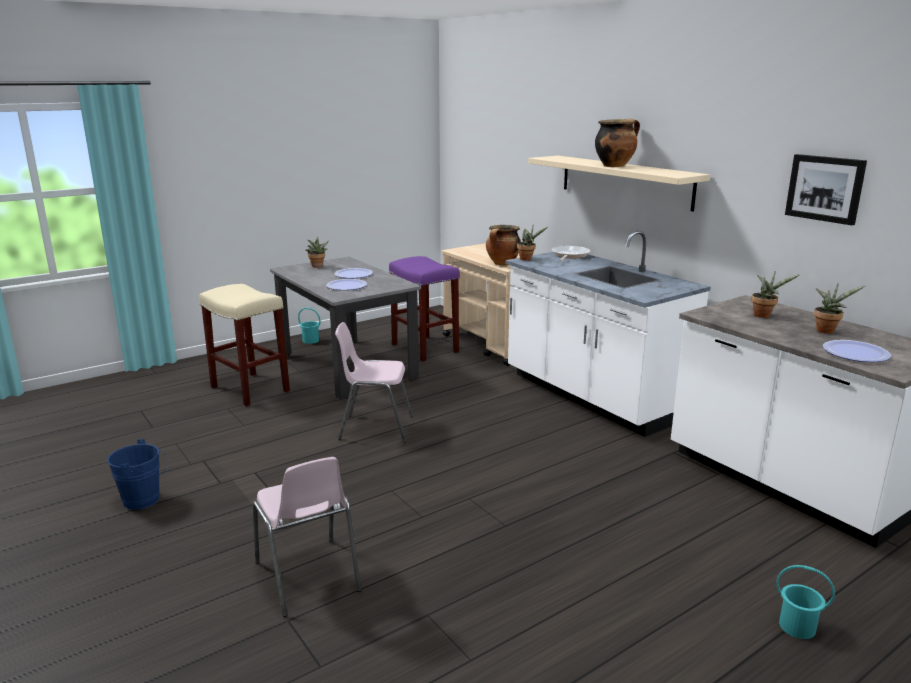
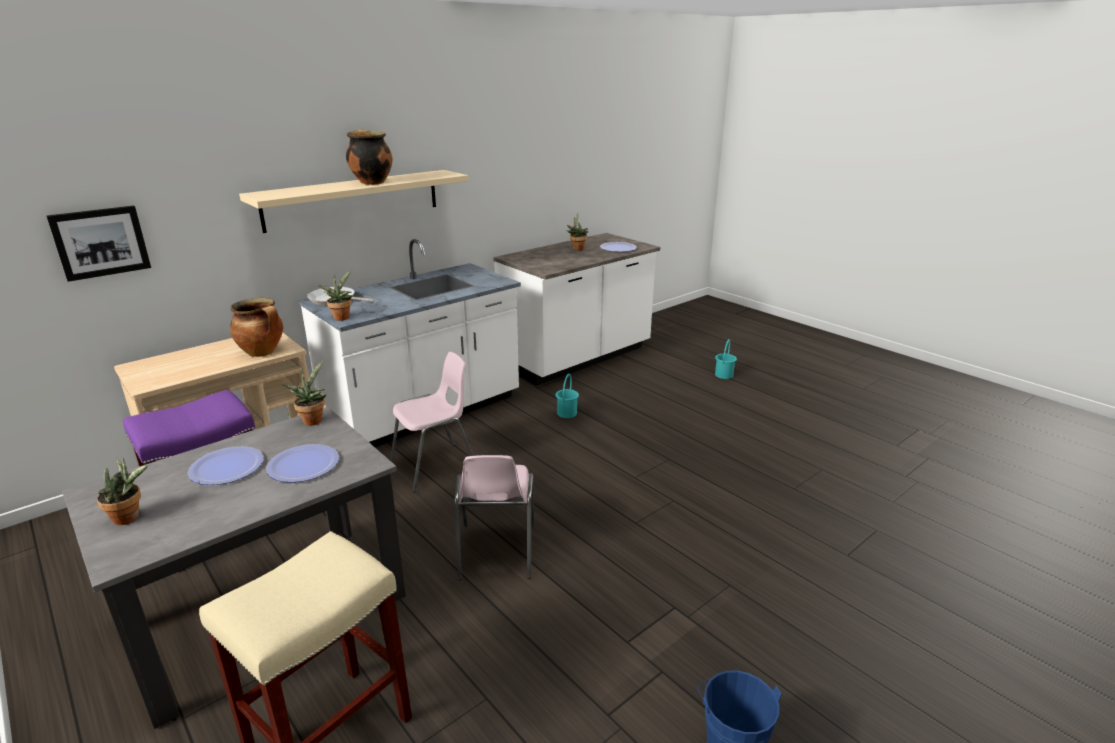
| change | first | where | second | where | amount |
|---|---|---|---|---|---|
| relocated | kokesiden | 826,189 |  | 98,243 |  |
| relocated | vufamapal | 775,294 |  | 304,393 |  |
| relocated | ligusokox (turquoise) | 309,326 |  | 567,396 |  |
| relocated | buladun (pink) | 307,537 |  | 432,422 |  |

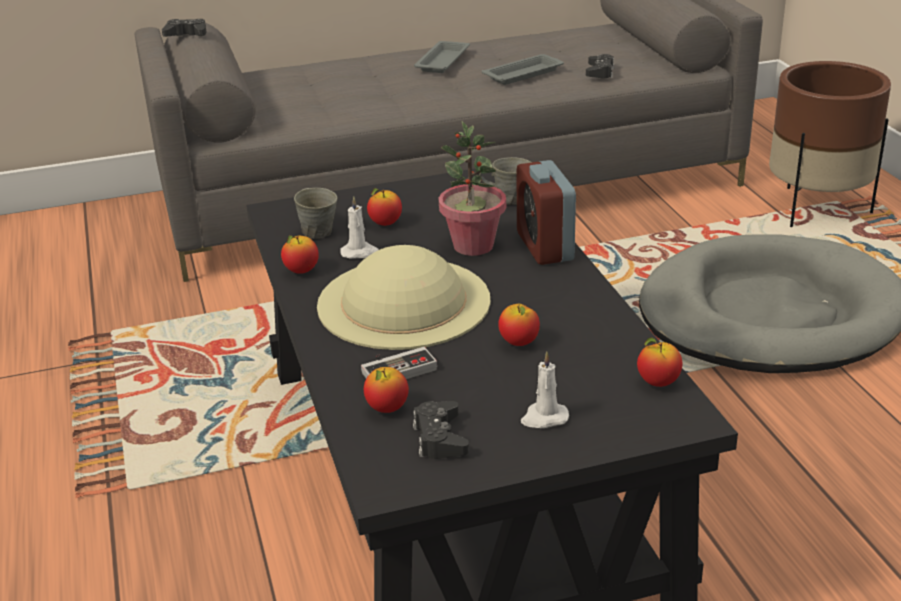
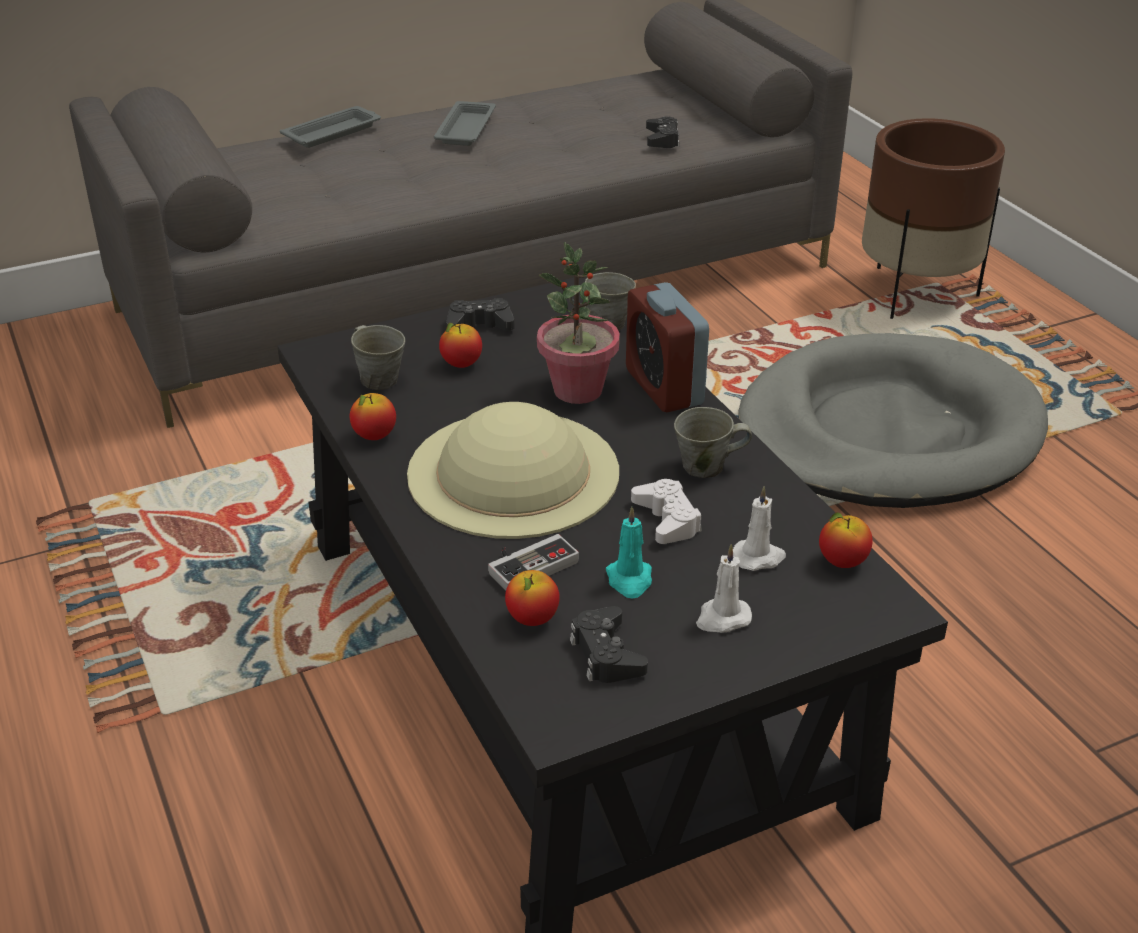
| change | first | where | second | where | amount |
|---|---|---|---|---|---|
| relocated | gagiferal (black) | 184,28 |  | 480,314 |  |
| relocated | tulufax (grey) | 523,69 |  | 330,127 |  |
| relocated | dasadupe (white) | 359,227 |  | 759,528 |  |
| exchanged | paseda | 519,325 | gagiferal (white) | 666,511 |  |
| appeared |  |  | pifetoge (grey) | 713,442 |  |
| appeared |  |  | dasadupe (turquoise) | 629,553 |  |

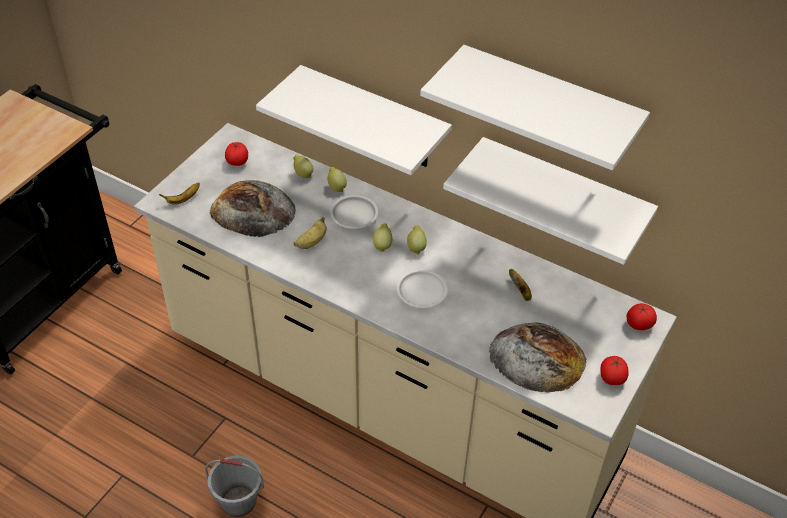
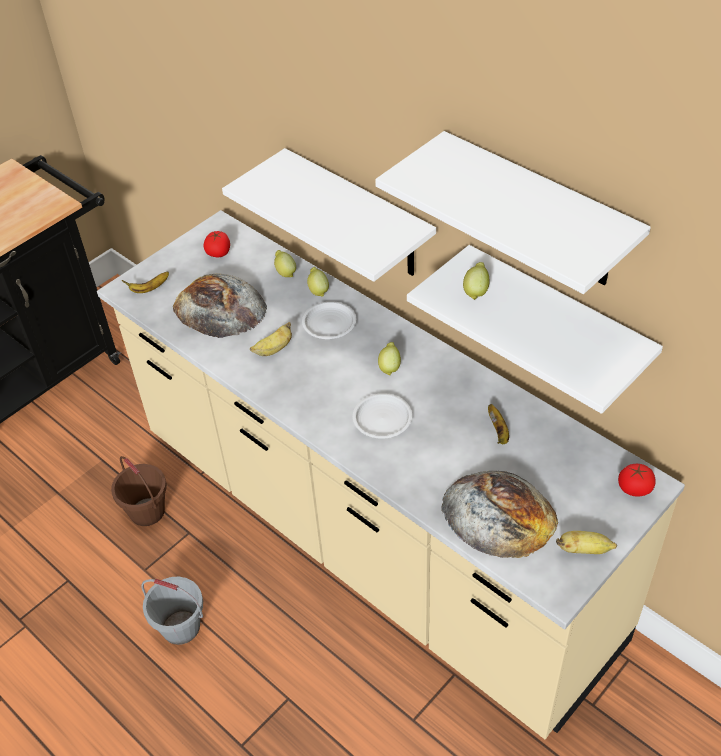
| change | first | where | second | where | amount |
|---|---|---|---|---|---|
| relocated | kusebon | 383,237 |  | 476,281 |  |
| exchanged | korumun | 615,370 | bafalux | 586,542 |  |
| appeared |  |  | ligusokox (brown) | 139,491 |  |

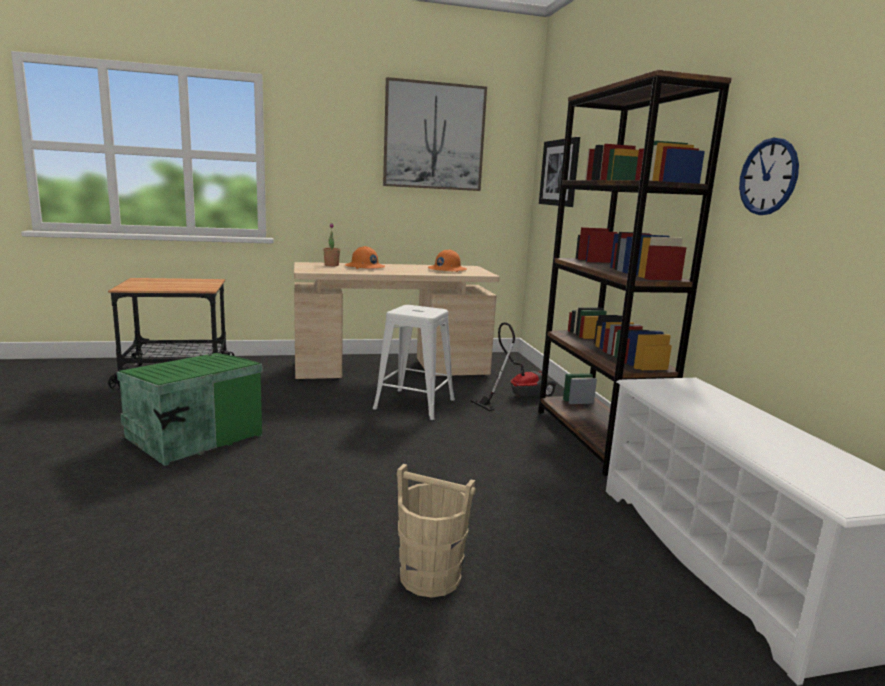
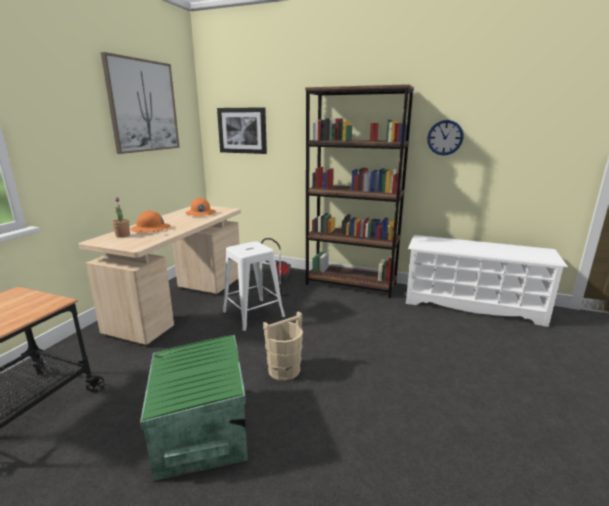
| change | first | where | second | where | amount |
|---|---|---|---|---|---|
| relocated | ligusokox (beige) | 436,530 |  | 283,346 |  |

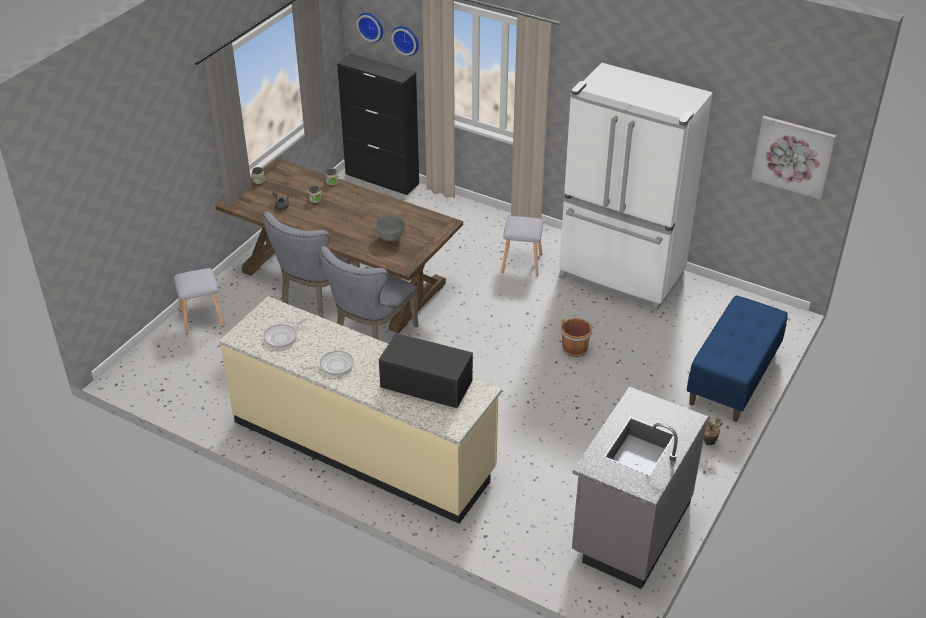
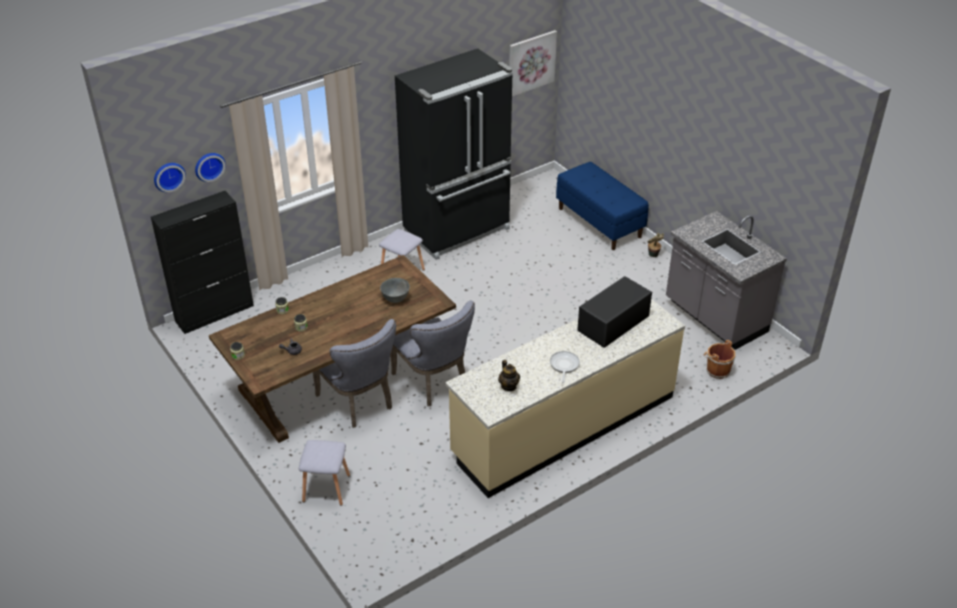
| change | first | where | second | where | amount |
|---|---|---|---|---|---|
| colour | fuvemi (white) | 636,187 | fuvemi (black) | 454,154 |  |
| exchanged | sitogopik | 286,333 | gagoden | 509,375 |  |
| relocated | ligusokox (brown) | 577,337 |  | 719,359 |  |

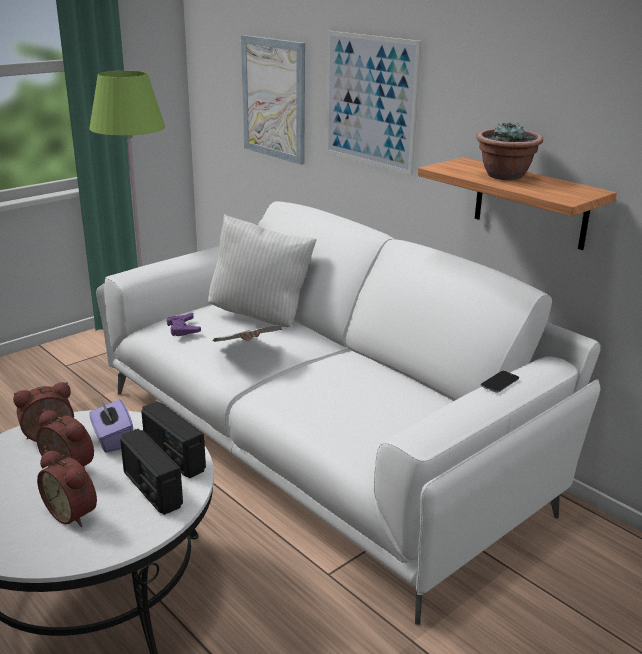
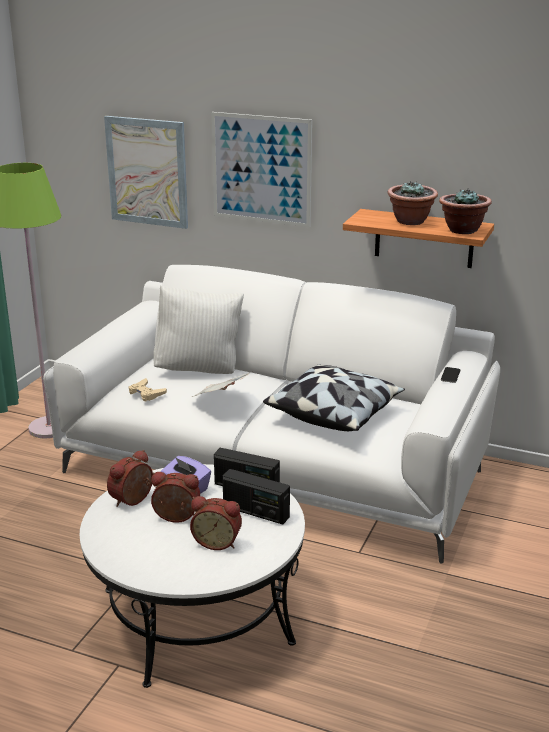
| change | first | where | second | where | amount |
|---|---|---|---|---|---|
| colour | gagiferal (purple) | 183,324 | gagiferal (beige) | 147,389 |  |
| appeared |  |  | vufamapal | 465,211 |  |
| appeared |  |  | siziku | 334,398 |  |

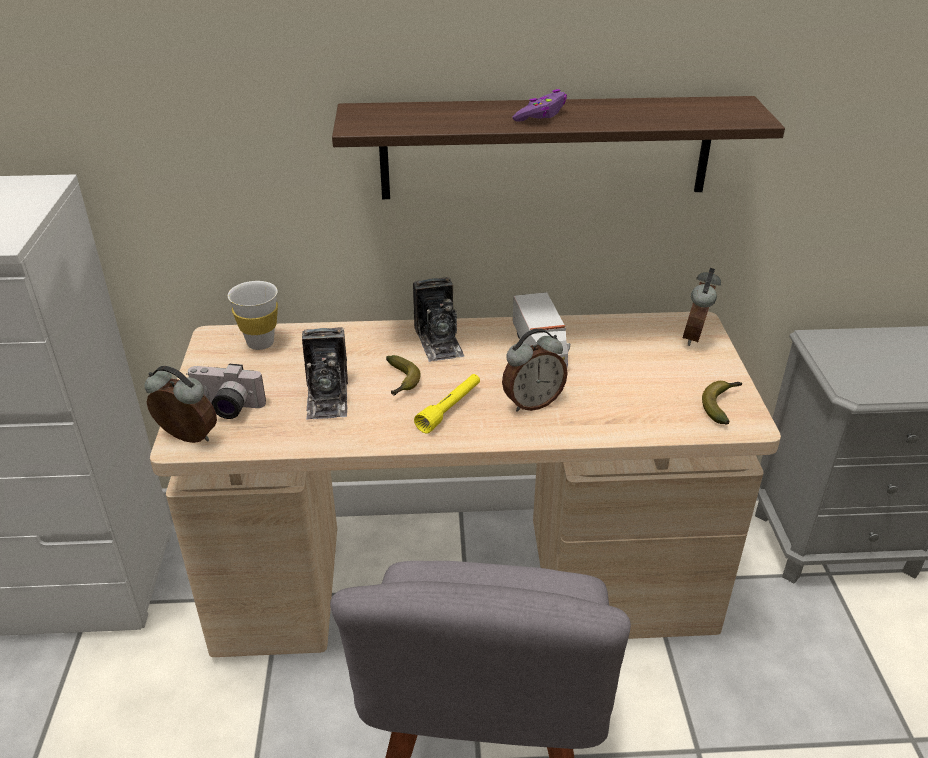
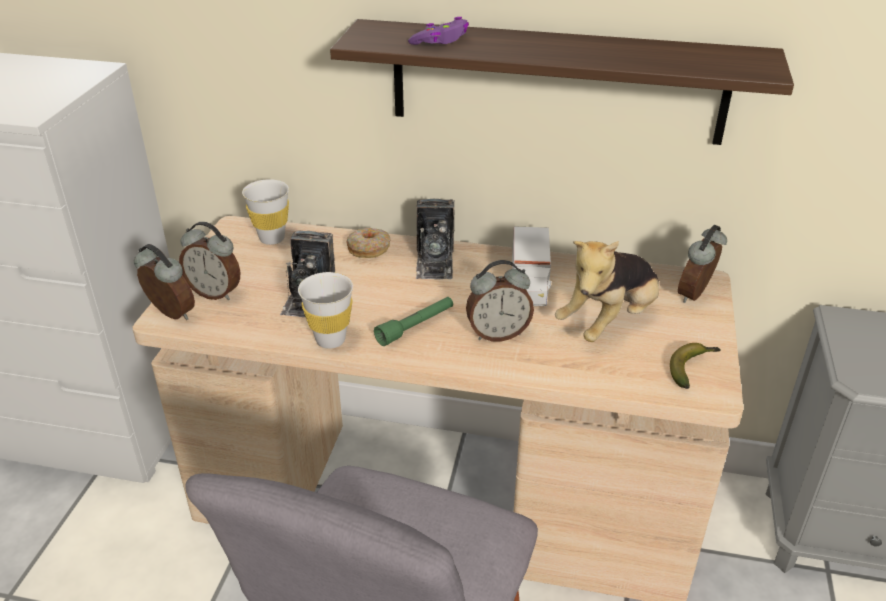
| change | first | where | second | where | amount |
|---|---|---|---|---|---|
| relocated | gagiferal (purple) | 539,105 |  | 438,31 |  |
| missing | bafalux | 403,375 |  |  |  |
| exchanged | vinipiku | 226,391 | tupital | 210,261 |  |
| colour | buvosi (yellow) | 447,403 | buvosi (green) | 413,321 |  |
| appeared |  |  | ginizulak | 368,243 |  |
| appeared |  |  | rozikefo | 607,291 |  |
| appeared |  |  | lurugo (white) | 325,310 |  |

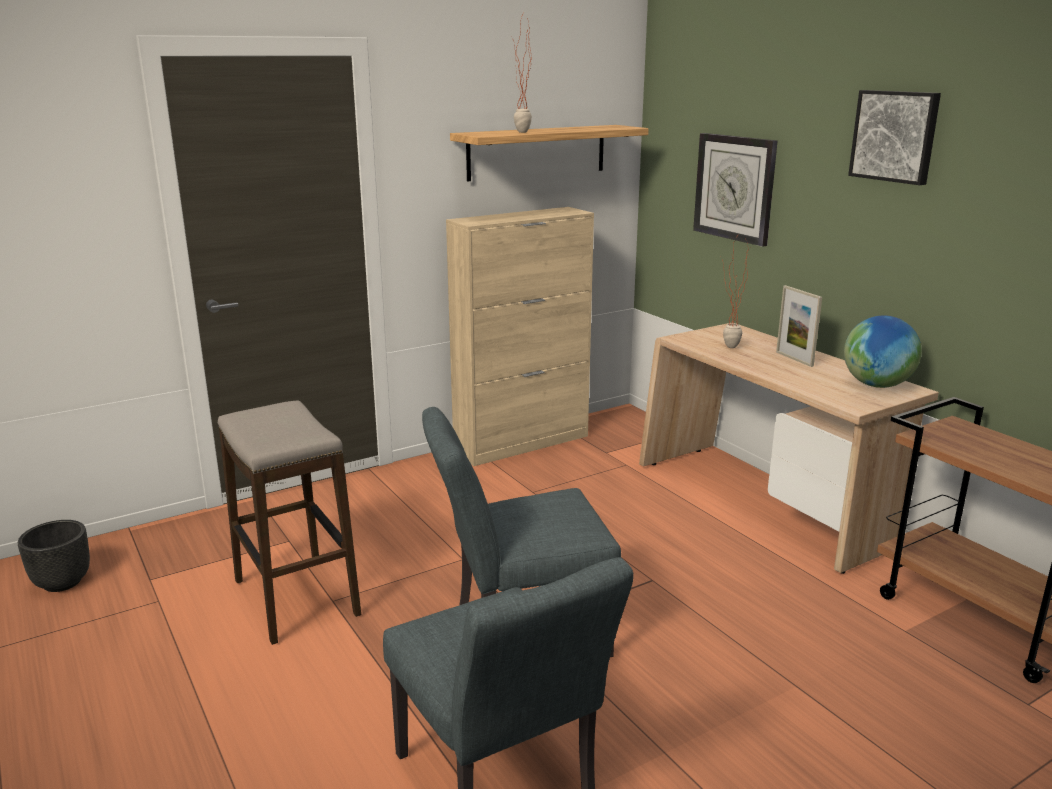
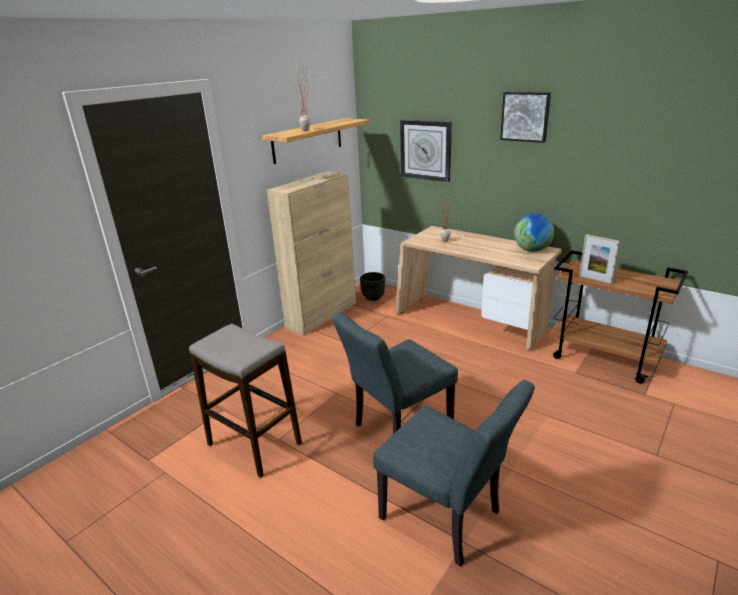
| change | first | where | second | where | amount |
|---|---|---|---|---|---|
| relocated | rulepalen | 799,326 |  | 599,259 |  |
| relocated | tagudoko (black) | 54,556 |  | 372,286 |  |

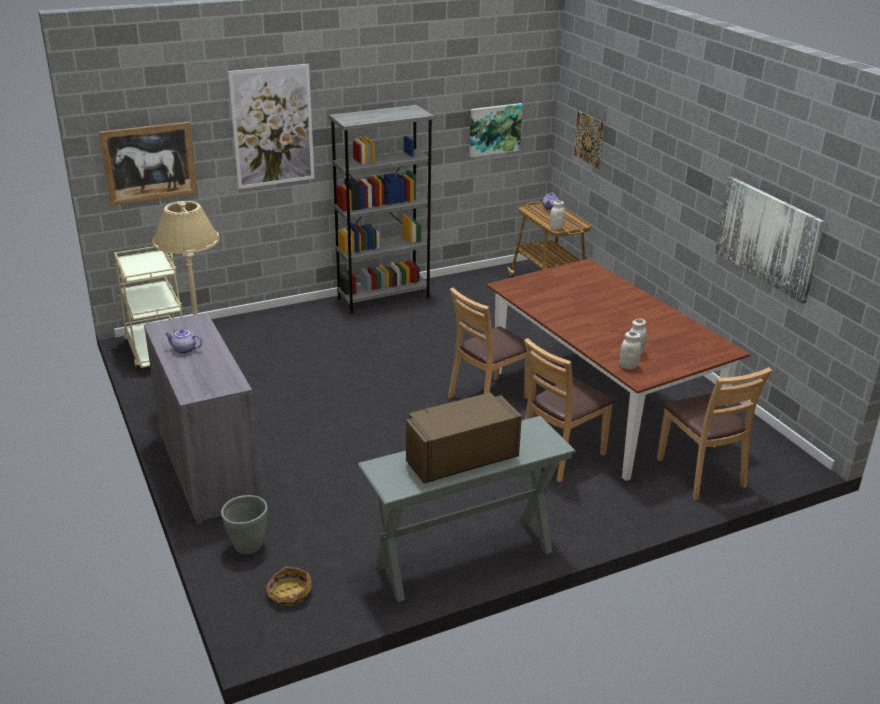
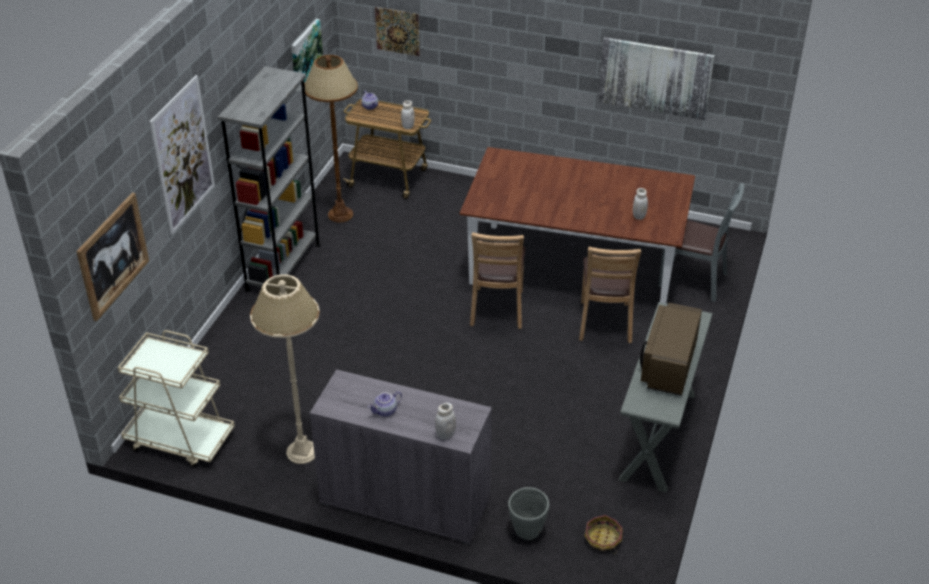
| change | first | where | second | where | amount |
|---|---|---|---|---|---|
| relocated | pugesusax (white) | 630,350 |  | 445,421 |  |
| colour | buladun (brown) | 714,433 | buladun (grey) | 701,242 |  |
| appeared |  |  | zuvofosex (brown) | 331,138 |  |

